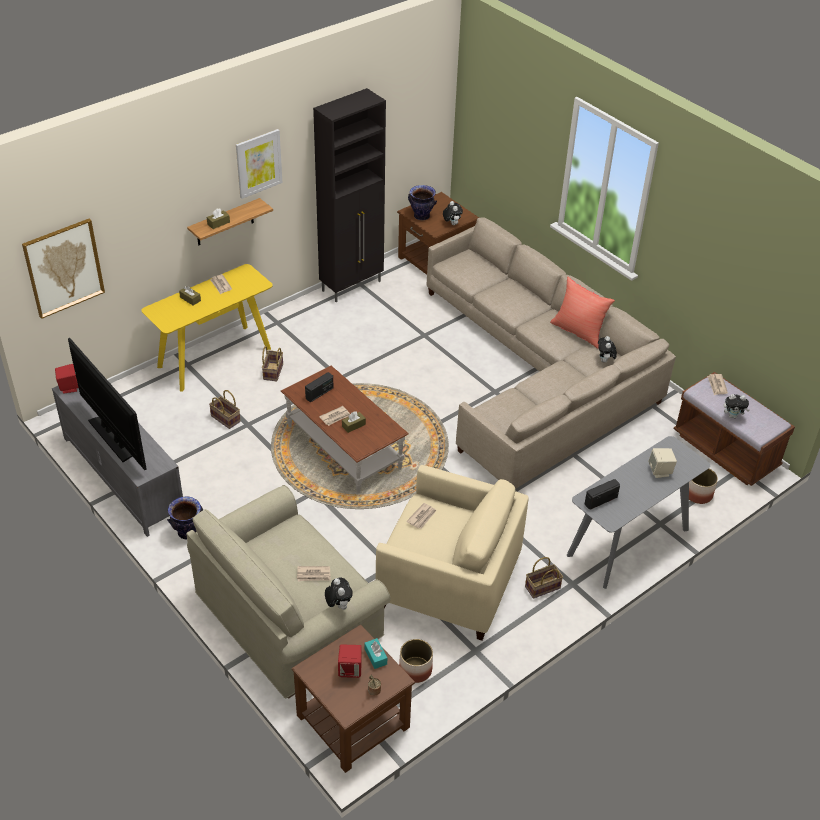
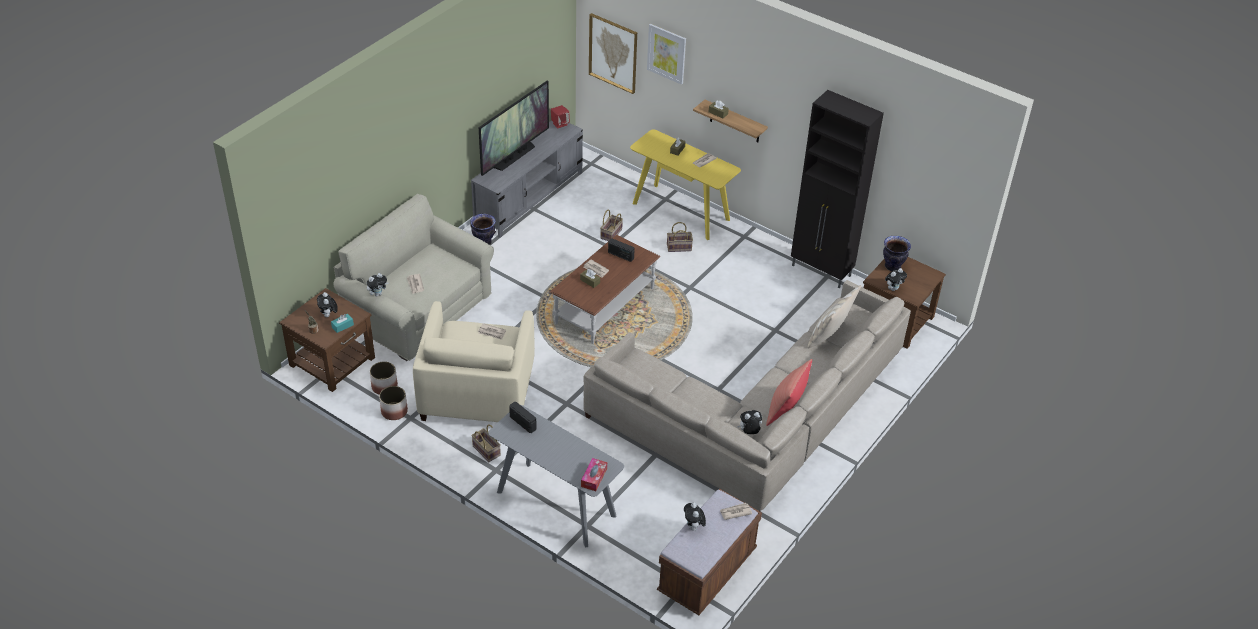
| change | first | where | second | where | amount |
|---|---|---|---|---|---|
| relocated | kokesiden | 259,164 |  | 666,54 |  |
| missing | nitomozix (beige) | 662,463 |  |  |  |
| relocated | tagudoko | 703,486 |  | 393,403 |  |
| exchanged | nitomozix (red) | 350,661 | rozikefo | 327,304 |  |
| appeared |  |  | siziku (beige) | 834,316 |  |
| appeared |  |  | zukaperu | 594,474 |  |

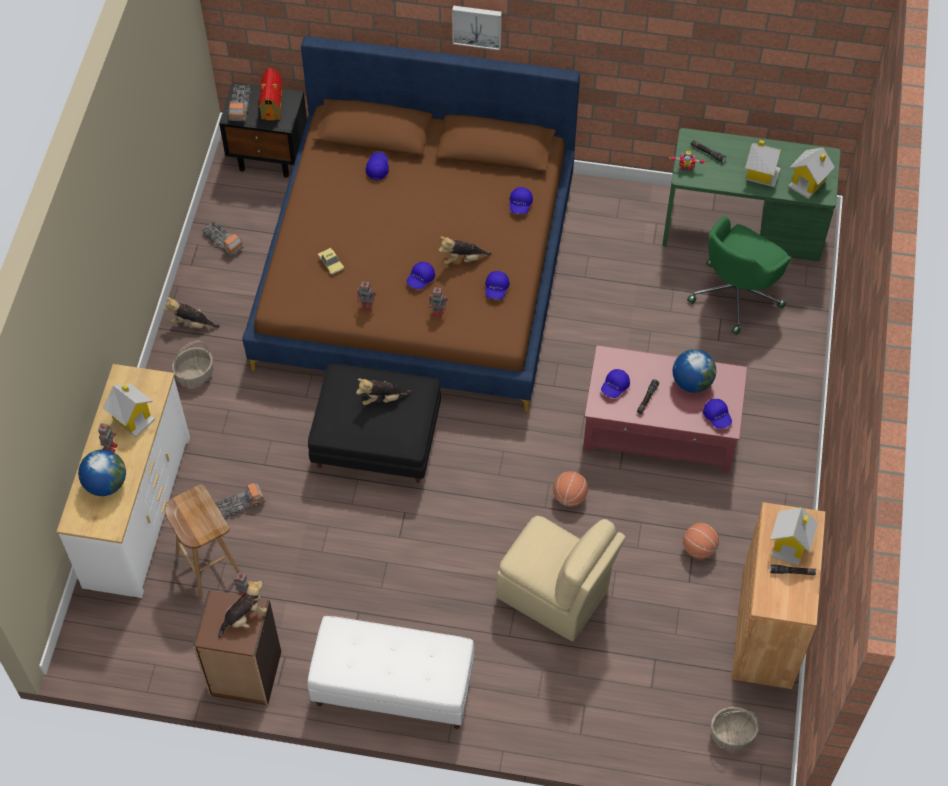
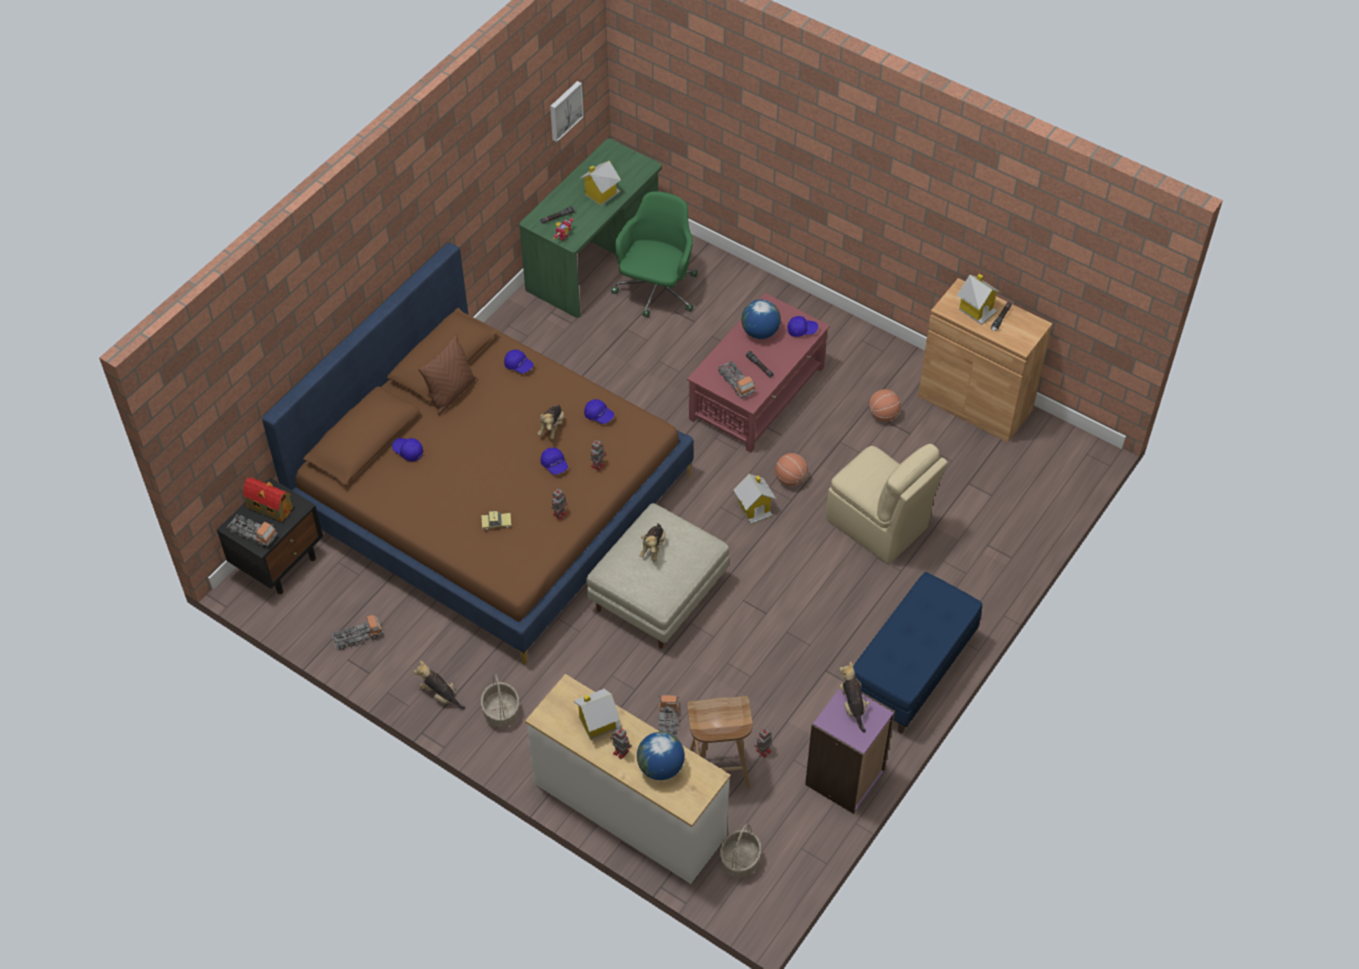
| change | first | where | second | where | amount |
|---|---|---|---|---|---|
| relocated | kokesiden | 477,28 |  | 567,111 |  |
| relocated | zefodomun | 811,173 |  | 754,499 |  |
| spun | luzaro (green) | 739,275 |  | 654,254 | 135 degrees counterclockwise |
| spun | rozikefo | 191,312 |  | 439,684 | 90 degrees clockwise |
| colour | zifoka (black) | 374,423 | zifoka (beige) | 657,576 |  |
| exchanged | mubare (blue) | 615,383 | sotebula | 737,379 |  |
| spun | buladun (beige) | 561,578 |  | 887,504 | 75 degrees clockwise |
| colour | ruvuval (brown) | 237,647 | ruvuval (purple) | 850,751 |  |
| colour | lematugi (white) | 390,672 | lematugi (blue) | 917,652 |  |
| relocated | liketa | 735,729 |  | 741,850 |  |
| appeared |  |  | siziku (brown) | 447,374 |  |

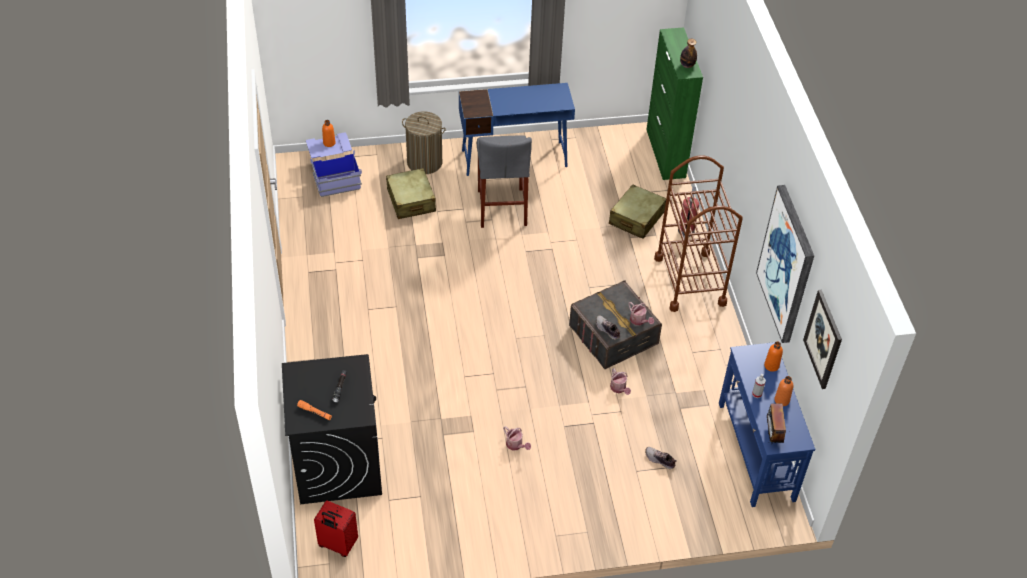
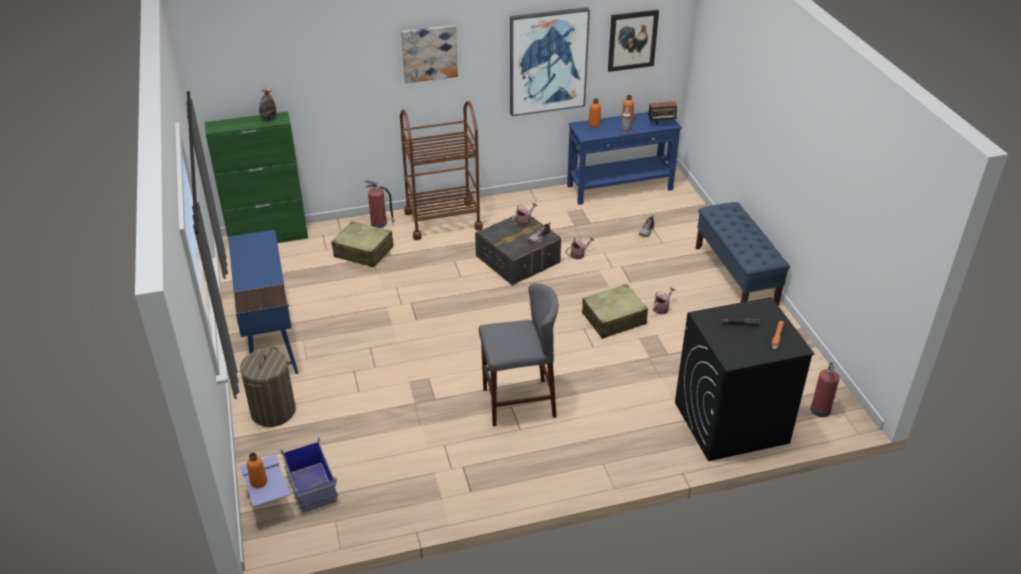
| change | first | where | second | where | amount |
|---|---|---|---|---|---|
| relocated | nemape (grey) | 504,181 |  | 518,355 |  |
| relocated | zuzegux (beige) | 411,193 |  | 615,311 |  |
| exchanged | zuzegux (red) | 336,528 | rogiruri | 825,389 |  |
| appeared |  |  | kokesiden | 429,54 |  |
| appeared |  |  | lematugi (blue) | 743,253 |  |

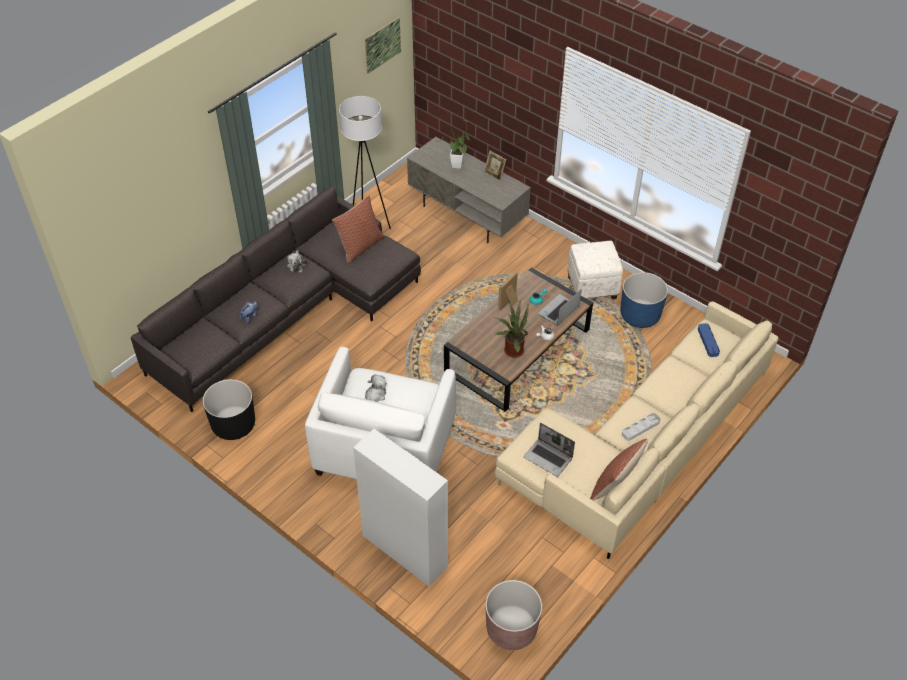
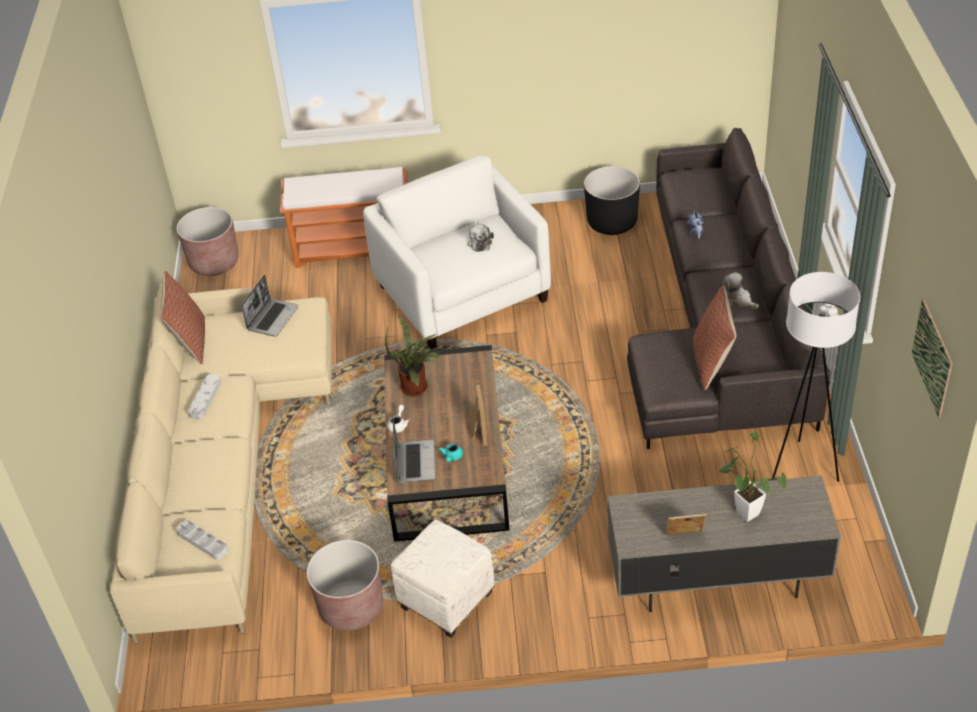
| change | first | where | second | where | amount |
|---|---|---|---|---|---|
| colour | tagudoko (blue) | 644,300 | tagudoko (brown) | 345,585 |  |
| colour | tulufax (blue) | 709,340 | tulufax (grey) | 202,540 |  |
| spun | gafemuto | 549,450 |  | 270,306 | 120 degrees clockwise |
| exchanged | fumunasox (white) | 400,508 | lematugi (orange) | 344,217 |  |

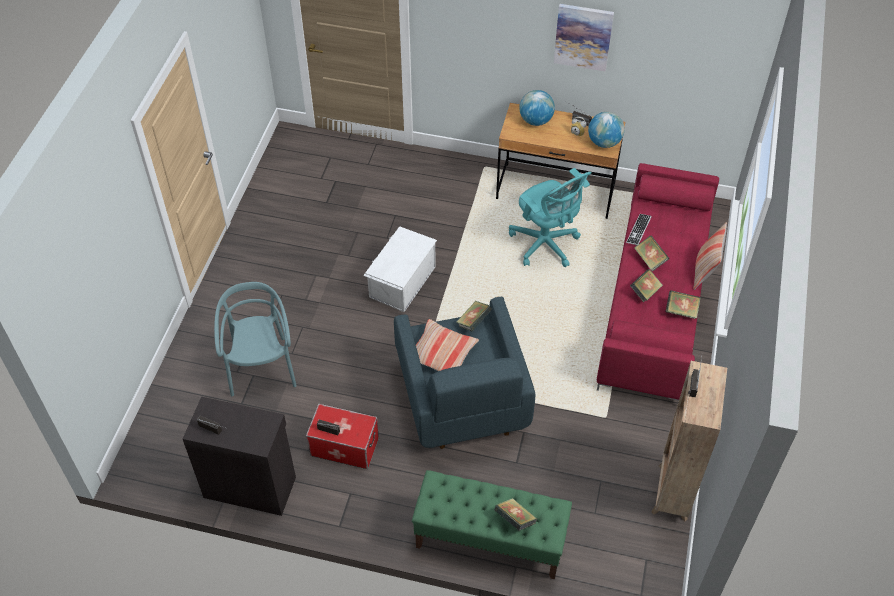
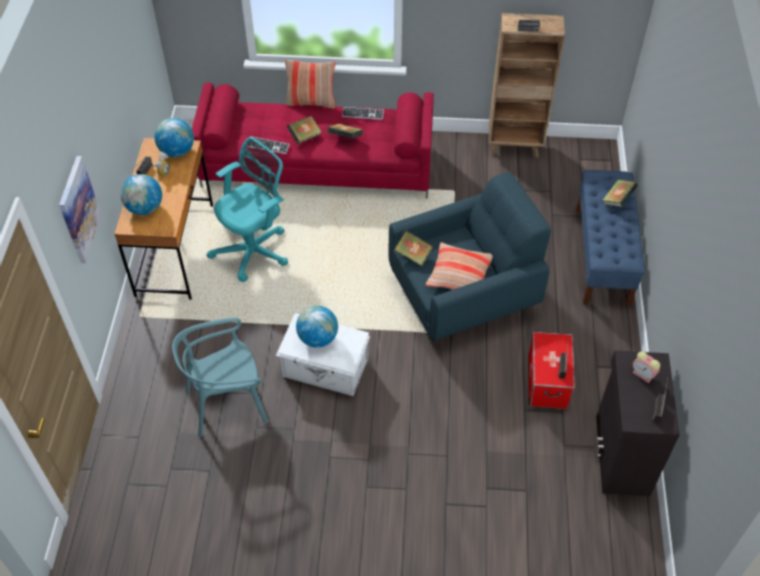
| change | first | where | second | where | amount |
|---|---|---|---|---|---|
| relocated | kokesiden | 584,37 |  | 80,209 |  |
| relocated | buladun (turquoise) | 255,339 |  | 220,377 |  |
| exchanged | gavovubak | 683,304 | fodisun | 363,113 |  |
| colour | lematugi (green) | 492,524 | lematugi (blue) | 610,238 |  |
| appeared |  |  | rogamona | 317,327 |  |
| appeared |  |  | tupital | 646,367 |  |

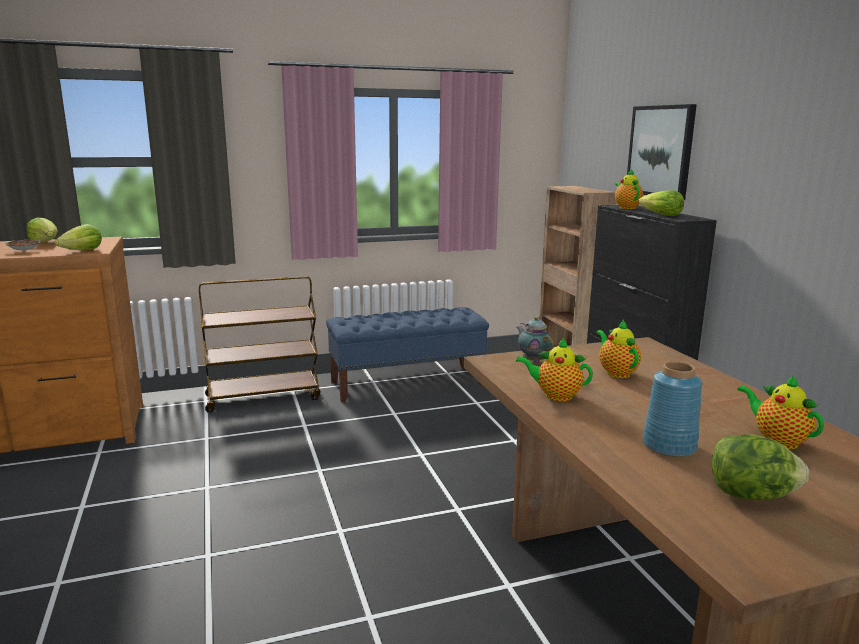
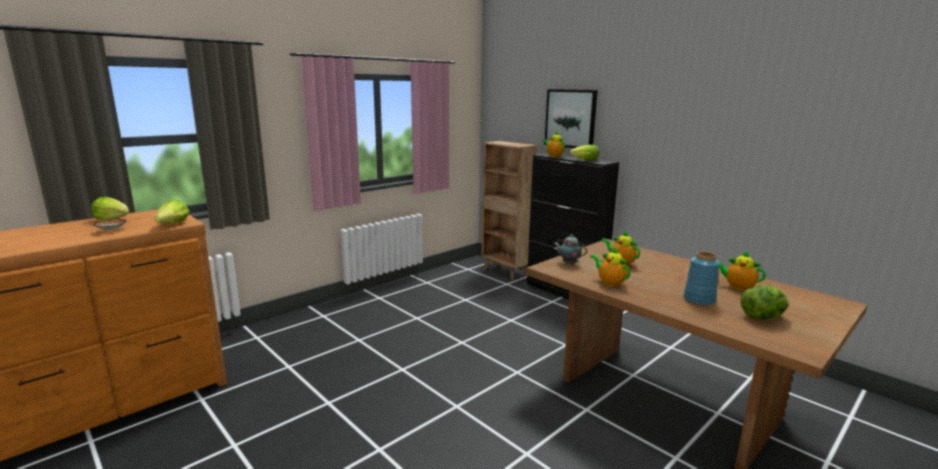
| change | first | where | second | where | amount |
|---|---|---|---|---|---|
| missing | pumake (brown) | 259,344 |  |  |  |
| missing | lematugi (blue) | 407,354 |  |  |  |
| spun | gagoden | 554,369 |  | 610,267 | 60 degrees clockwise |

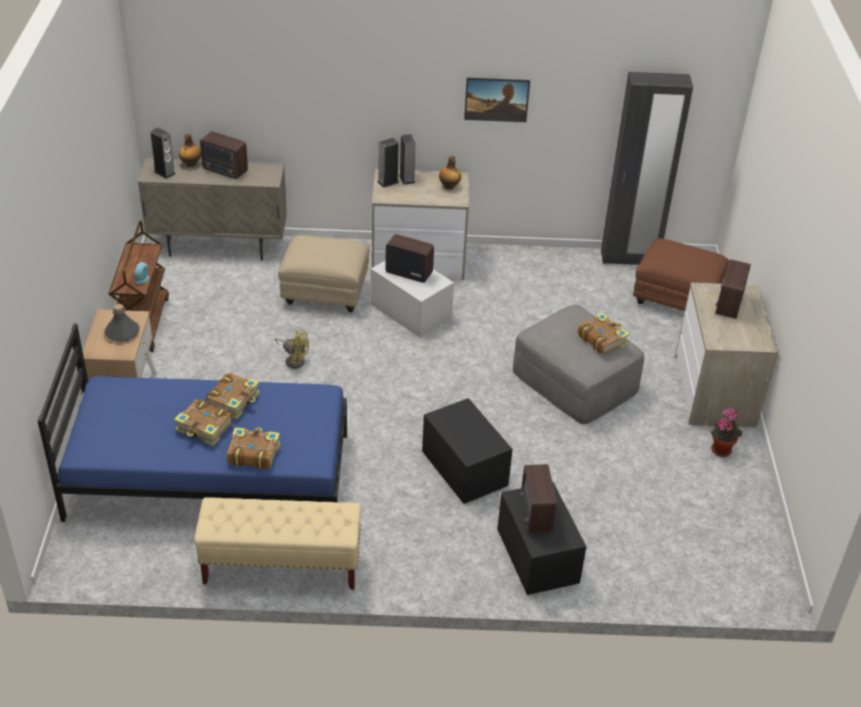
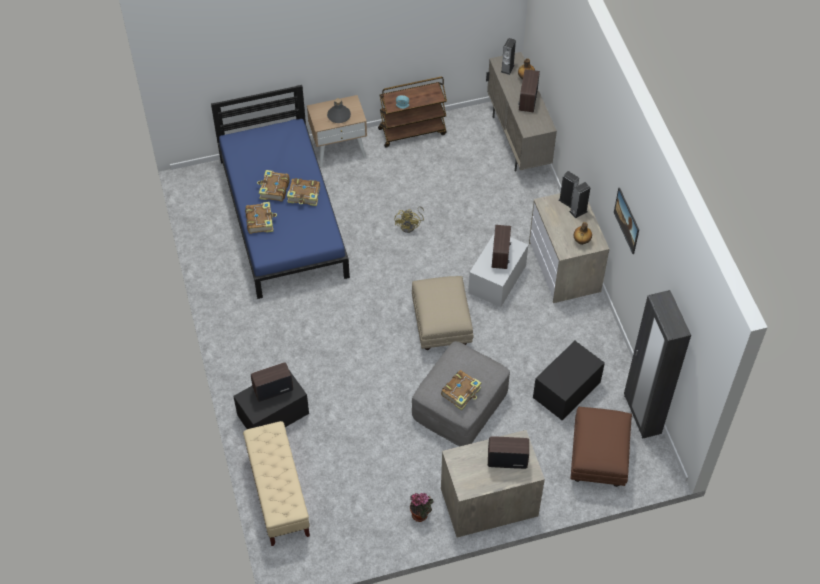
| change | first | where | second | where | amount |
|---|---|---|---|---|---|
| relocated | zifoka (beige) | 324,273 |  | 443,313 |  |
| relocated | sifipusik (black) | 467,451 |  | 569,380 |  |
| relocated | lematugi (beige) | 277,543 |  | 276,483 |  |

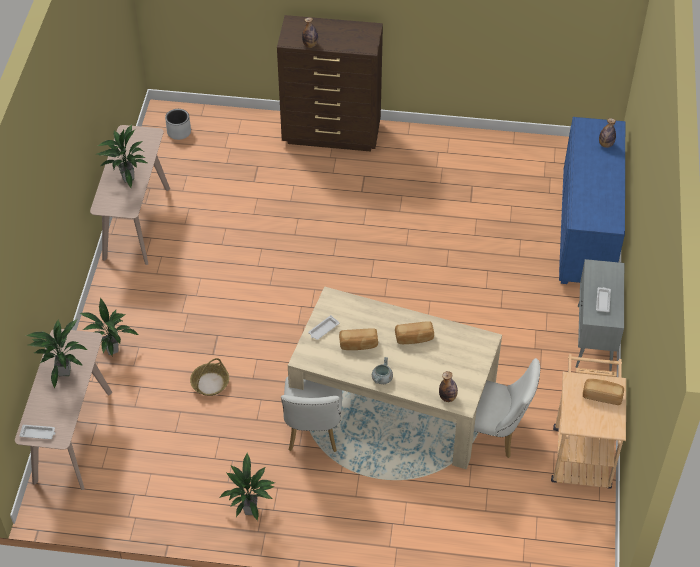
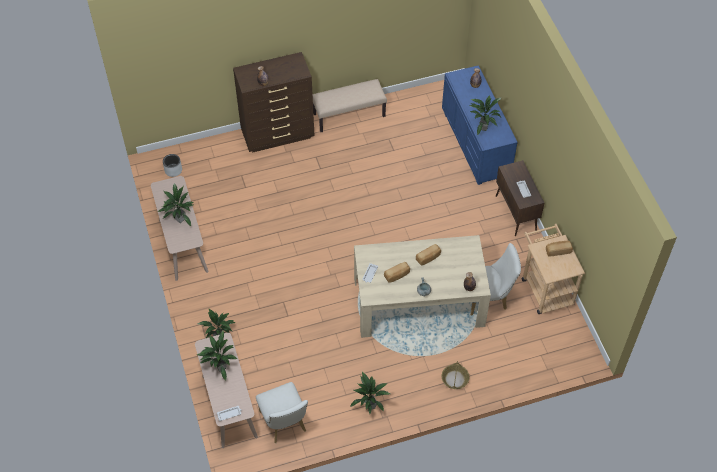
| change | first | where | second | where | amount |
|---|---|---|---|---|---|
| colour | fumunasox (grey) | 600,315 | fumunasox (brown) | 520,198 |  |
| relocated | liketa | 209,377 |  | 455,375 |  |
| relocated | buladun (white) | 311,414 |  | 282,412 |  |
| appeared |  |  | lematugi (beige) | 350,105 |  |
| appeared |  |  | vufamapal | 485,115 |  |

